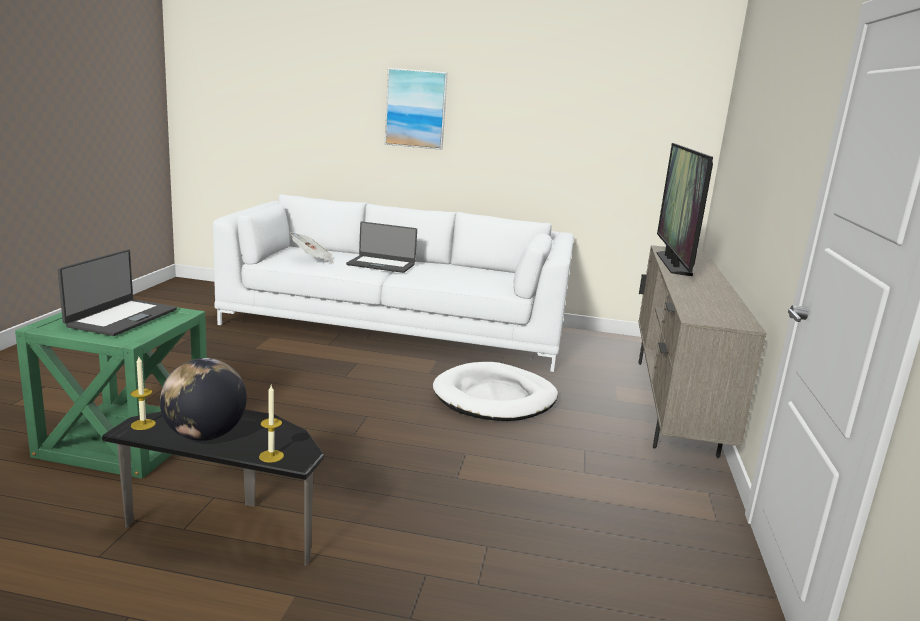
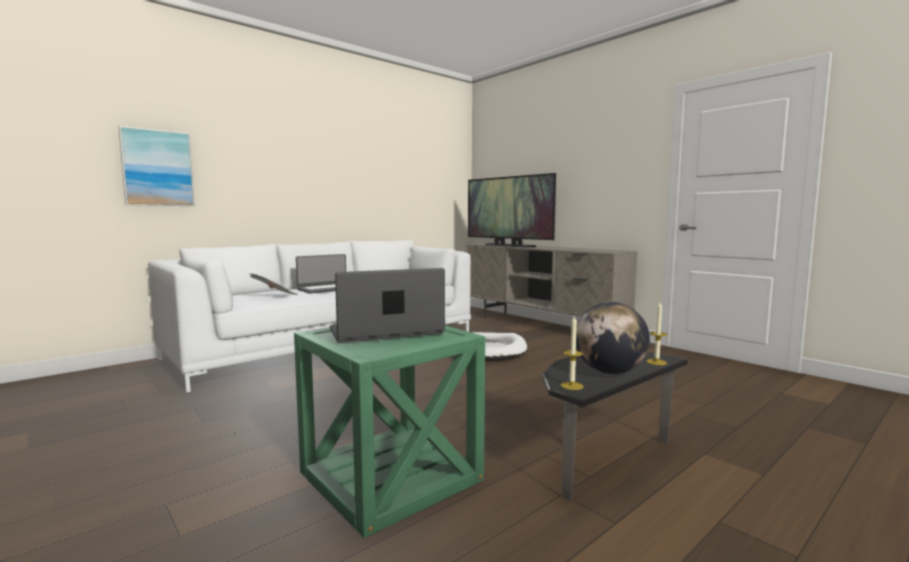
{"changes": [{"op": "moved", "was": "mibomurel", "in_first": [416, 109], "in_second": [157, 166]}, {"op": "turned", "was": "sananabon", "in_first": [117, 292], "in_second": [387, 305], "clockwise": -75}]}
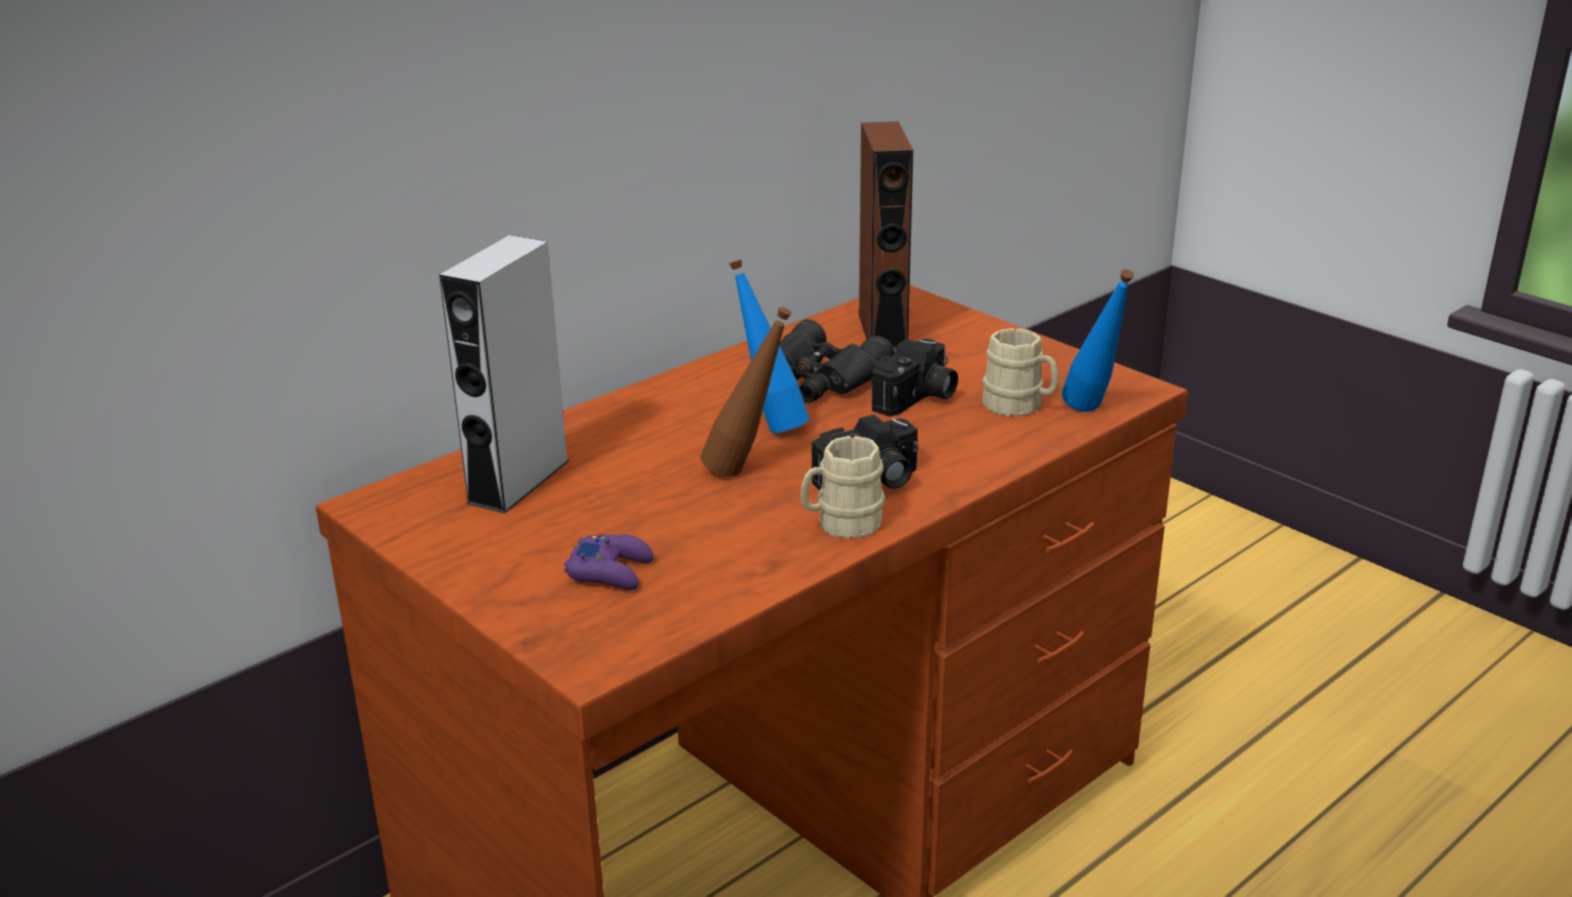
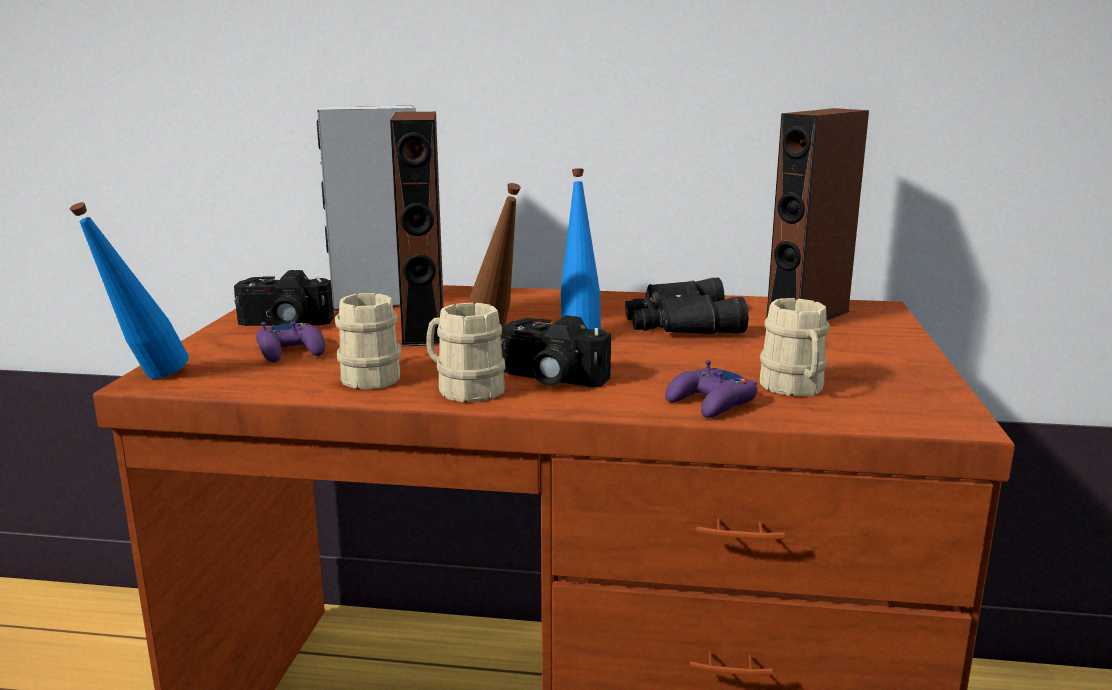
{"changes": [{"op": "moved", "was": "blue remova", "in_first": [1098, 340], "in_second": [129, 290]}, {"op": "moved", "was": "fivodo", "in_first": [915, 378], "in_second": [284, 298]}, {"op": "added", "now": "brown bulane", "in_second": [417, 229]}, {"op": "added", "now": "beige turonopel", "in_second": [368, 341]}, {"op": "added", "now": "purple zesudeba", "in_second": [711, 389]}]}
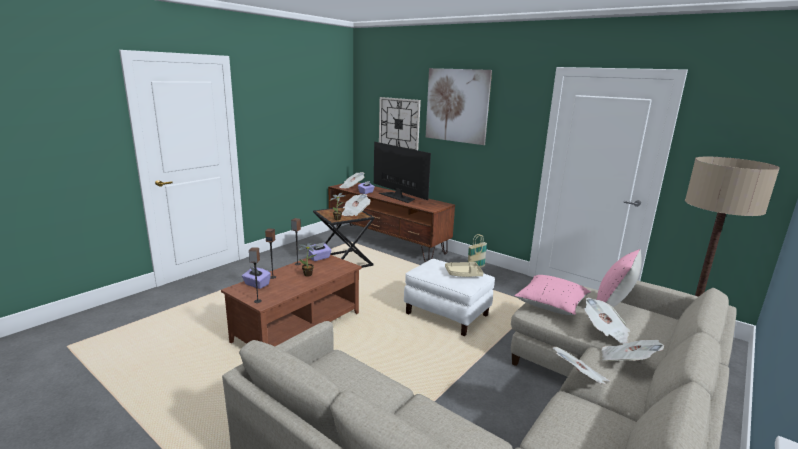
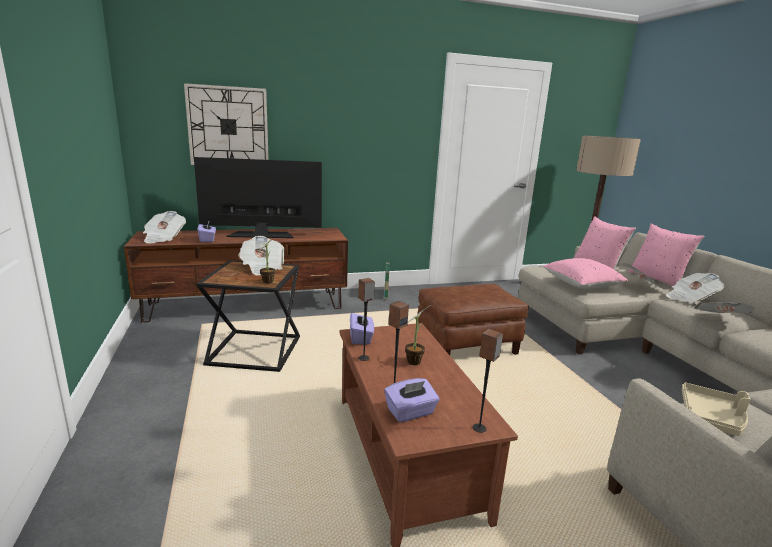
{"changes": [{"op": "removed", "was": "mibomurel", "in_first": [459, 106]}, {"op": "recoloured", "was": "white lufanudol", "now": "brown lufanudol", "in_first": [449, 297], "in_second": [473, 319]}, {"op": "moved", "was": "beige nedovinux", "in_first": [464, 269], "in_second": [716, 409]}, {"op": "added", "now": "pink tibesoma", "in_second": [666, 255]}]}
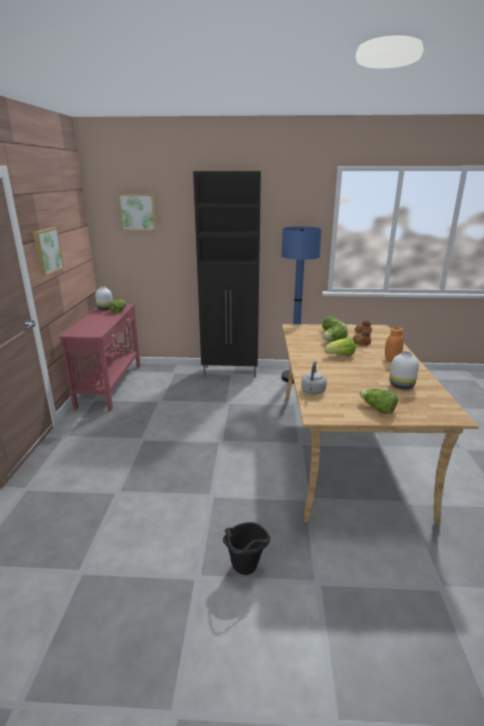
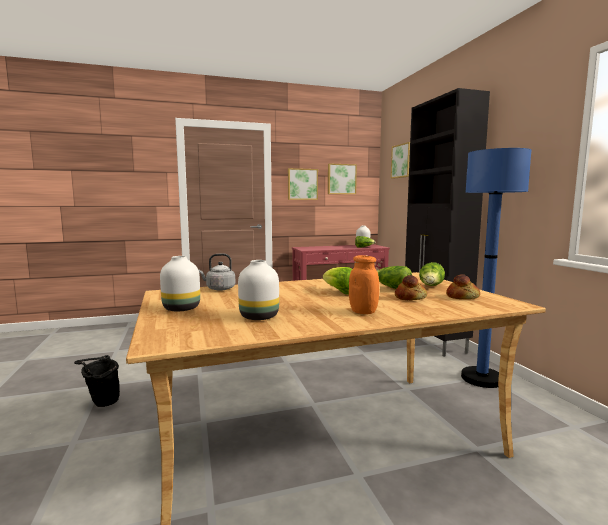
{"changes": [{"op": "replaced", "was": "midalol", "now": "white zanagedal", "in_first": [378, 401], "in_second": [180, 283]}, {"op": "added", "now": "mibomurel", "in_second": [342, 178]}]}
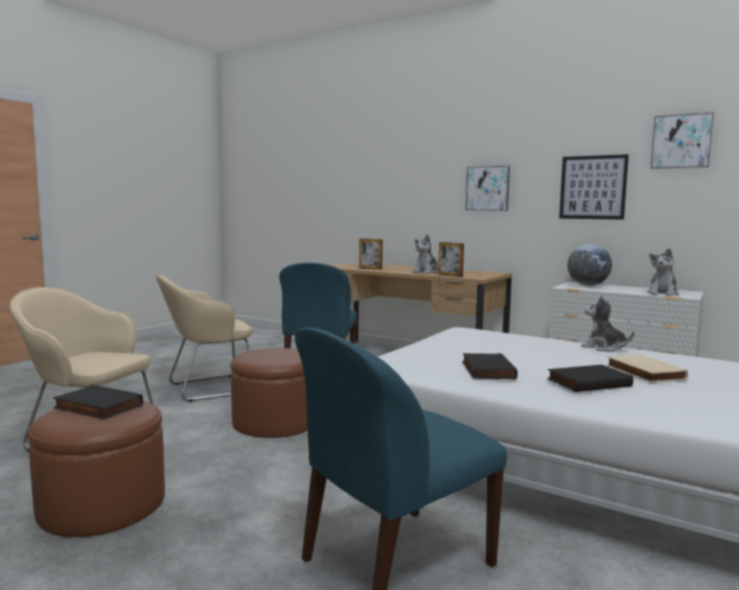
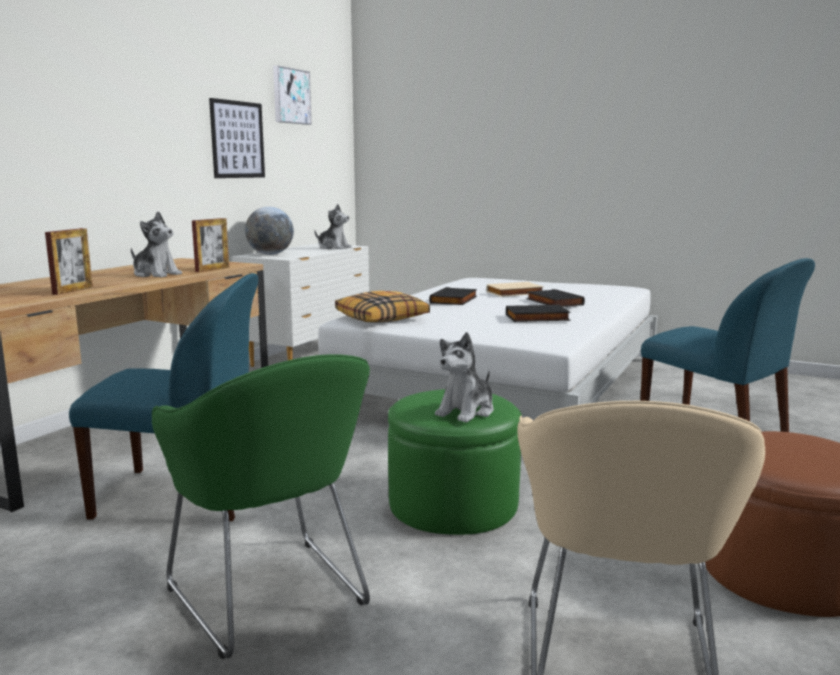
{"changes": [{"op": "removed", "was": "mibomurel", "in_first": [488, 188]}, {"op": "recoloured", "was": "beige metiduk", "now": "green metiduk", "in_first": [204, 338], "in_second": [261, 506]}, {"op": "moved", "was": "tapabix", "in_first": [607, 324], "in_second": [464, 377]}, {"op": "recoloured", "was": "brown lufanudol", "now": "green lufanudol", "in_first": [269, 393], "in_second": [455, 462]}, {"op": "moved", "was": "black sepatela", "in_first": [98, 402], "in_second": [453, 296]}, {"op": "added", "now": "tibesoma", "in_second": [382, 307]}]}
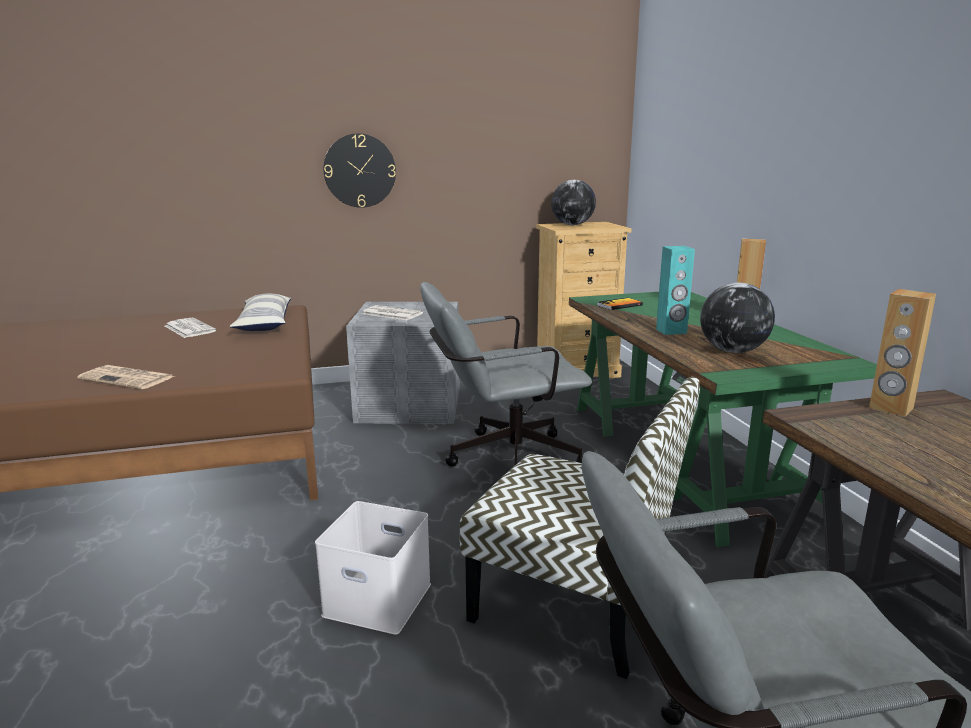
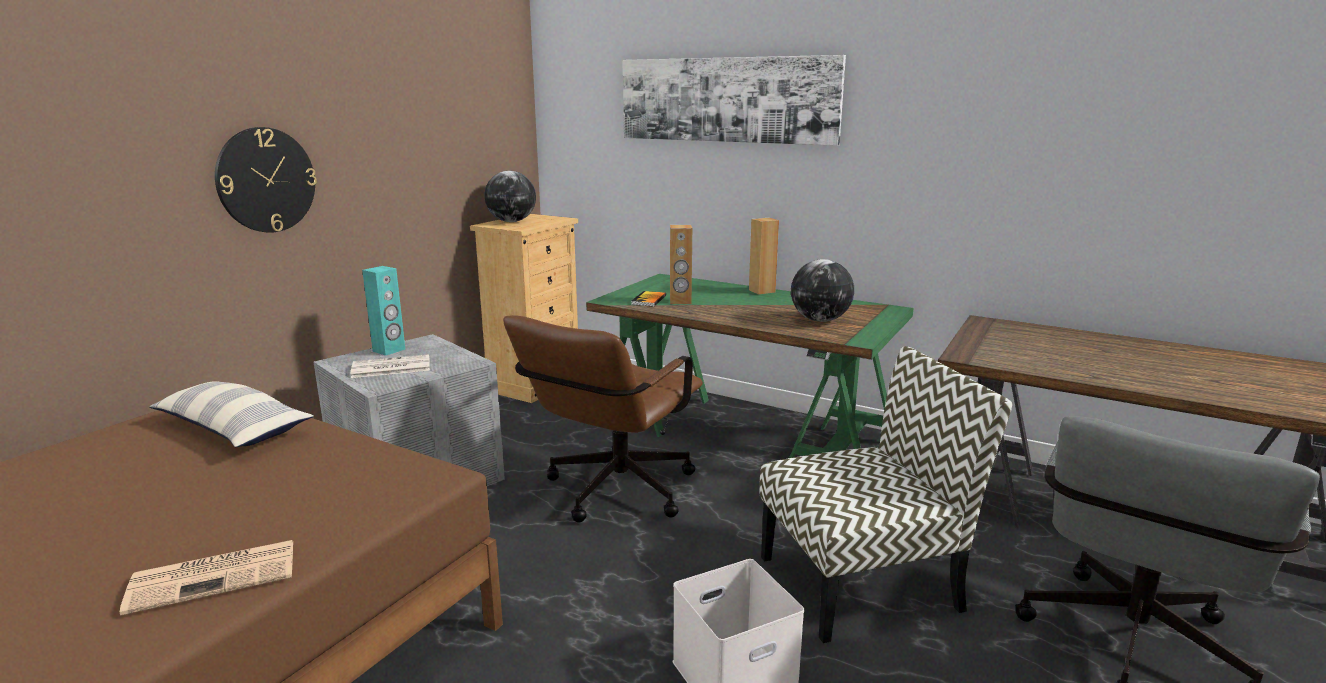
{"changes": [{"op": "moved", "was": "turquoise bulane", "in_first": [675, 290], "in_second": [383, 311]}, {"op": "recoloured", "was": "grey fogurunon", "now": "brown fogurunon", "in_first": [506, 374], "in_second": [603, 419]}, {"op": "moved", "was": "brown bulane", "in_first": [902, 353], "in_second": [681, 264]}, {"op": "removed", "was": "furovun", "in_first": [190, 328]}, {"op": "added", "now": "mibomurel", "in_second": [734, 100]}]}
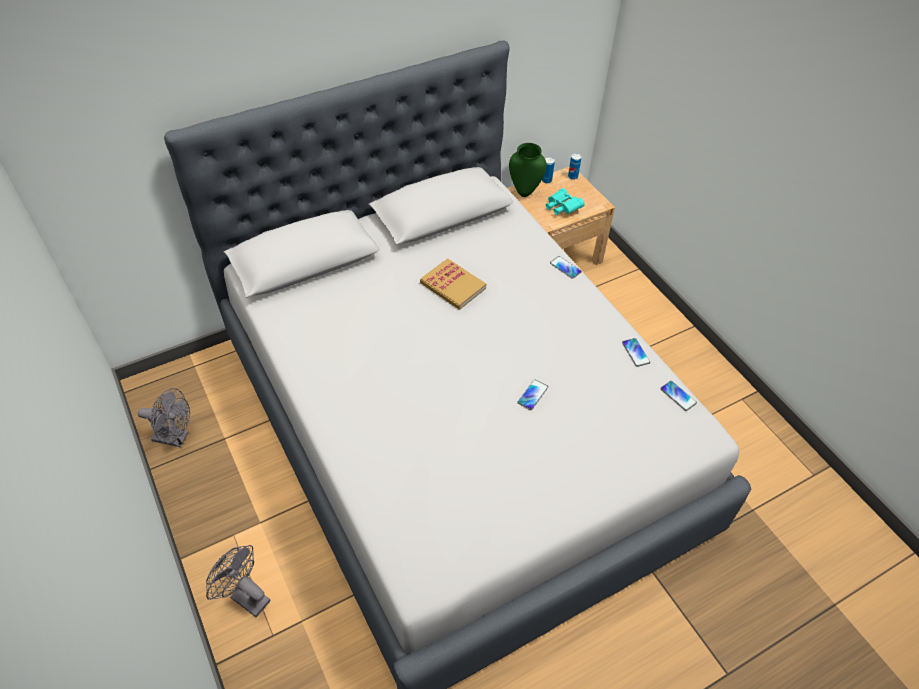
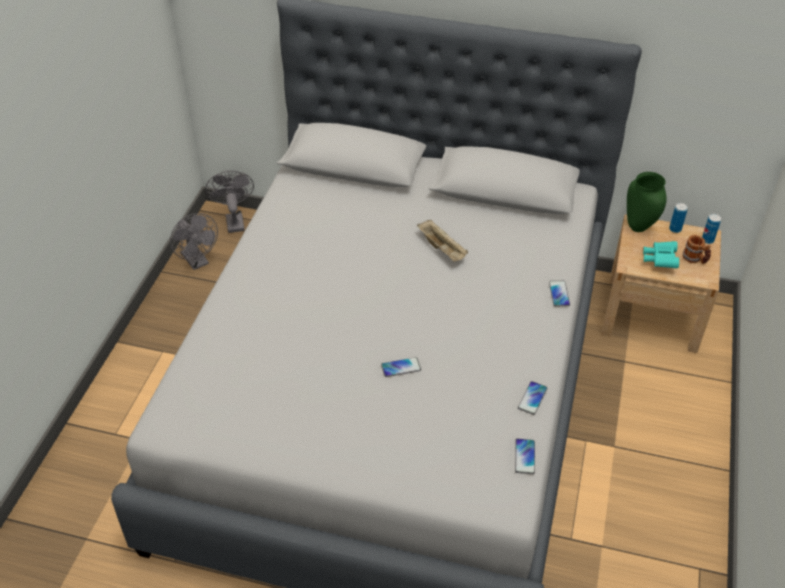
{"changes": [{"op": "replaced", "was": "sepatela", "now": "beige nedovinux", "in_first": [453, 284], "in_second": [442, 241]}, {"op": "moved", "was": "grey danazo", "in_first": [238, 581], "in_second": [229, 202]}, {"op": "added", "now": "turonopel", "in_second": [697, 249]}]}
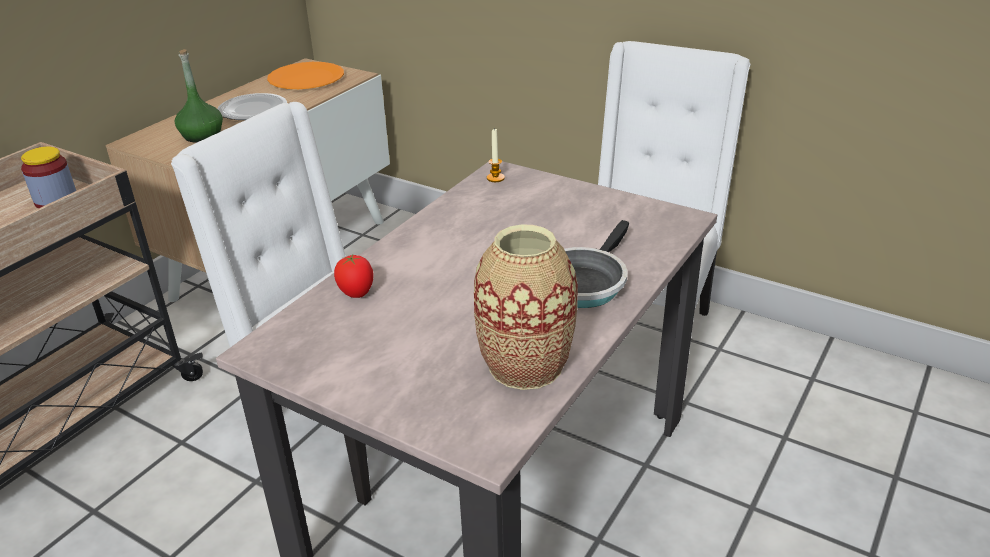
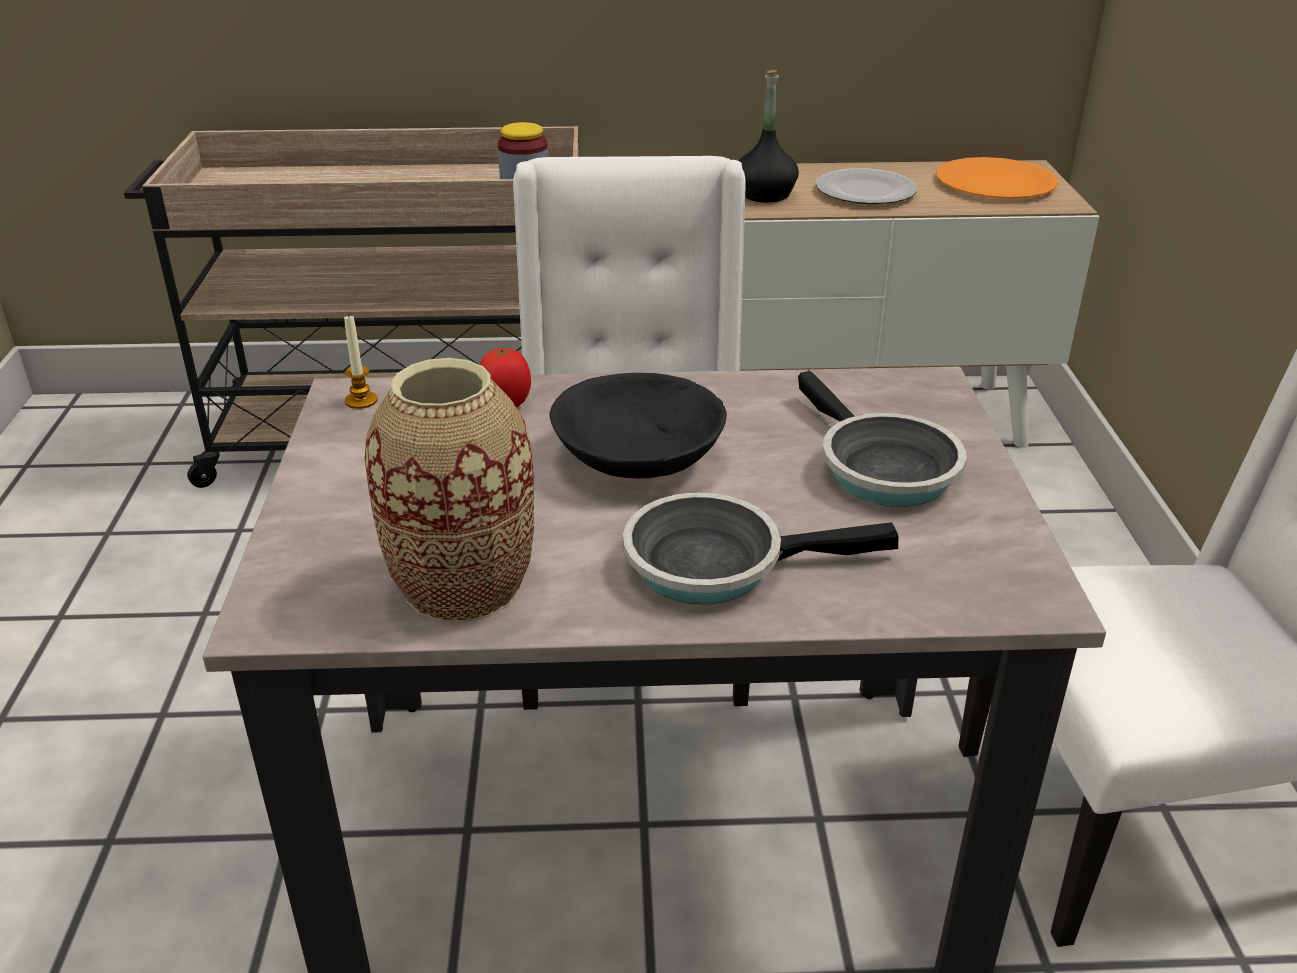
{"changes": [{"op": "recoloured", "was": "green remova", "now": "black remova", "in_first": [199, 96], "in_second": [769, 136]}, {"op": "moved", "was": "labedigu", "in_first": [496, 155], "in_second": [361, 361]}, {"op": "added", "now": "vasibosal", "in_second": [882, 439]}, {"op": "added", "now": "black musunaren", "in_second": [638, 425]}]}
